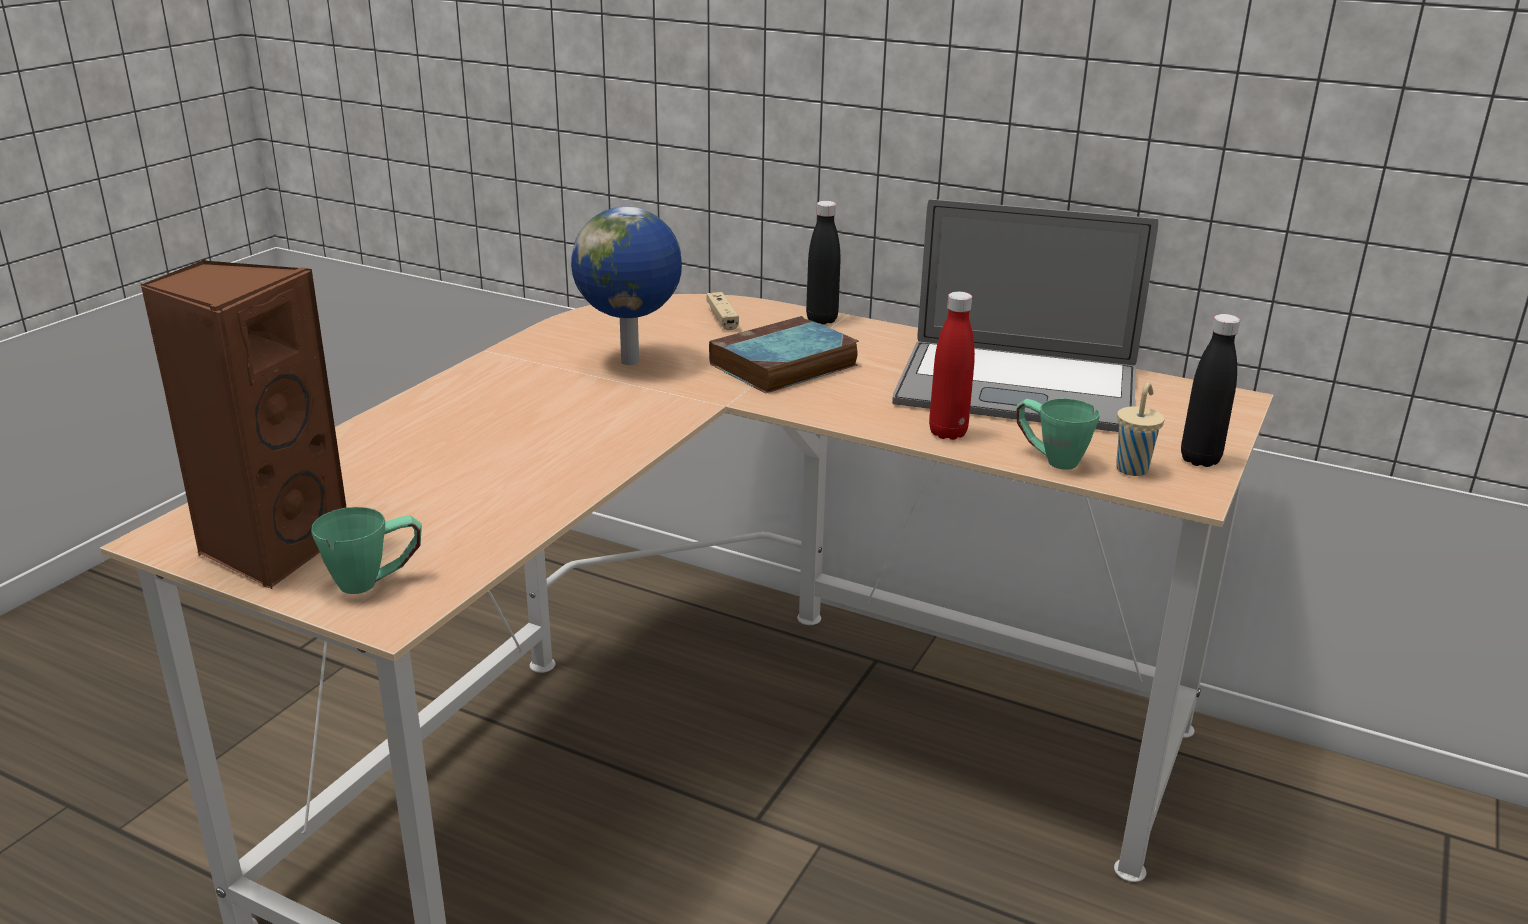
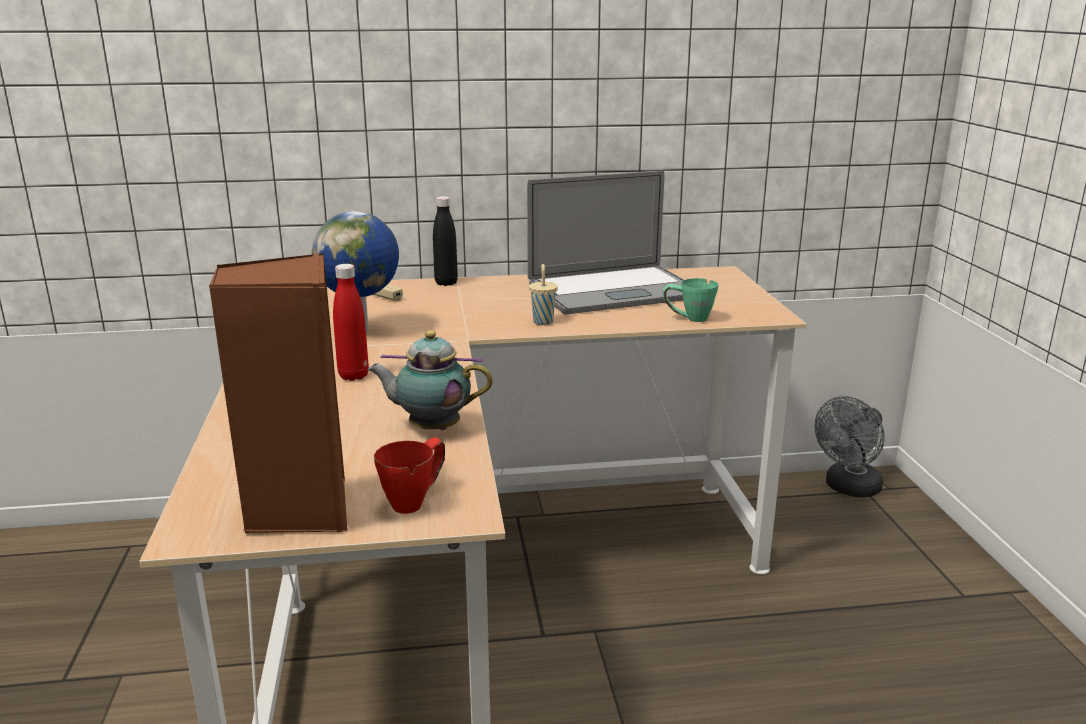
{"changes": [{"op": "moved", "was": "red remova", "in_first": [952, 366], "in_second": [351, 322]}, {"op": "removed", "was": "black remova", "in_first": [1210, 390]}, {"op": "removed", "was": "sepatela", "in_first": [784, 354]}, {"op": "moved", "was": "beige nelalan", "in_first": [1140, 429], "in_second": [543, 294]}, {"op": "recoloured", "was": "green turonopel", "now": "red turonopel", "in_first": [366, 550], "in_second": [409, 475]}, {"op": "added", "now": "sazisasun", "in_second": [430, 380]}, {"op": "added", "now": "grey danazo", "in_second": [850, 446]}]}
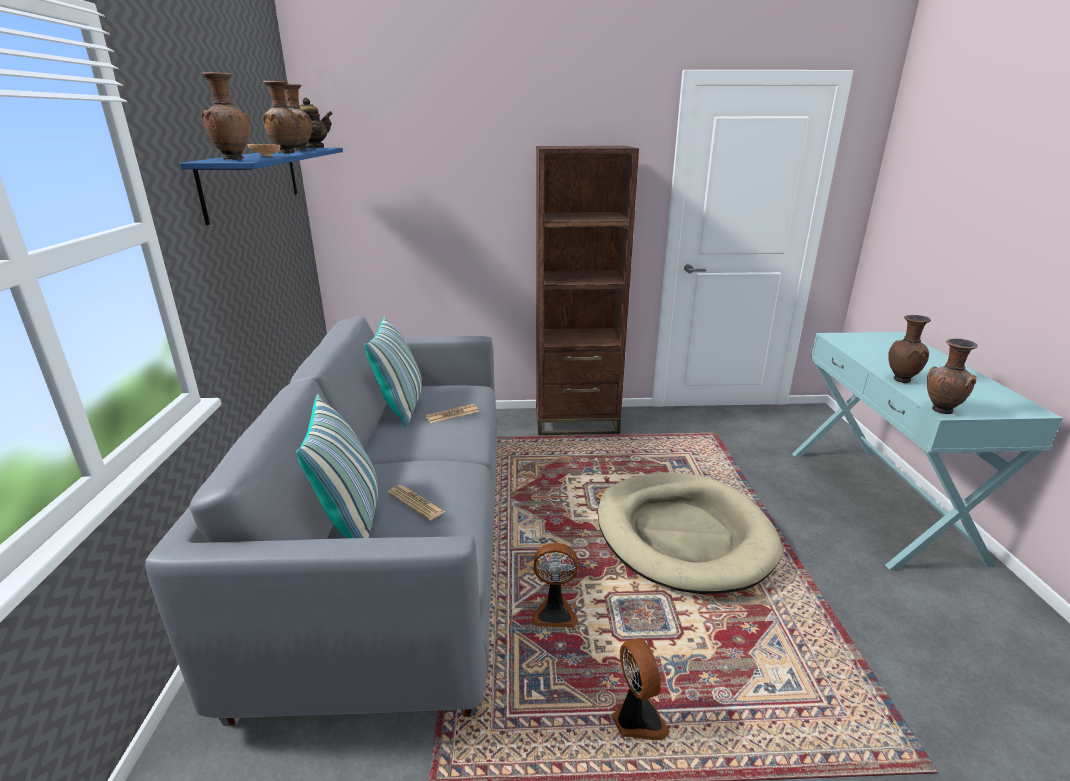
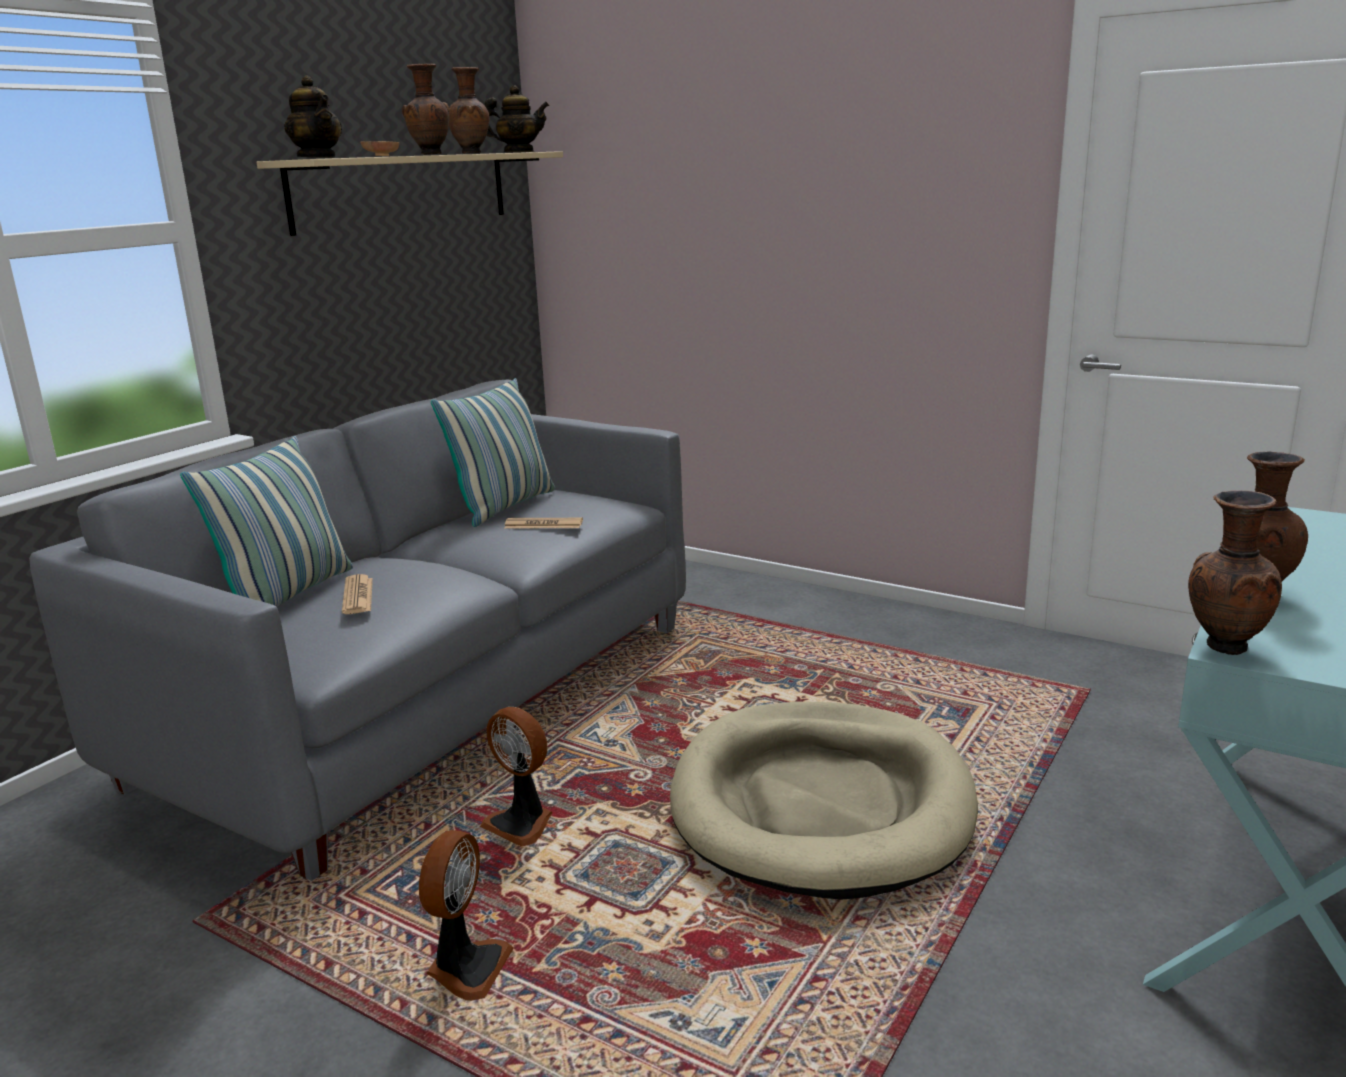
{"changes": [{"op": "replaced", "was": "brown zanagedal", "now": "sazisasun", "in_first": [225, 116], "in_second": [313, 116]}, {"op": "removed", "was": "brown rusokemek", "in_first": [587, 290]}, {"op": "recoloured", "was": "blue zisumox", "now": "beige zisumox", "in_first": [261, 186], "in_second": [410, 193]}]}
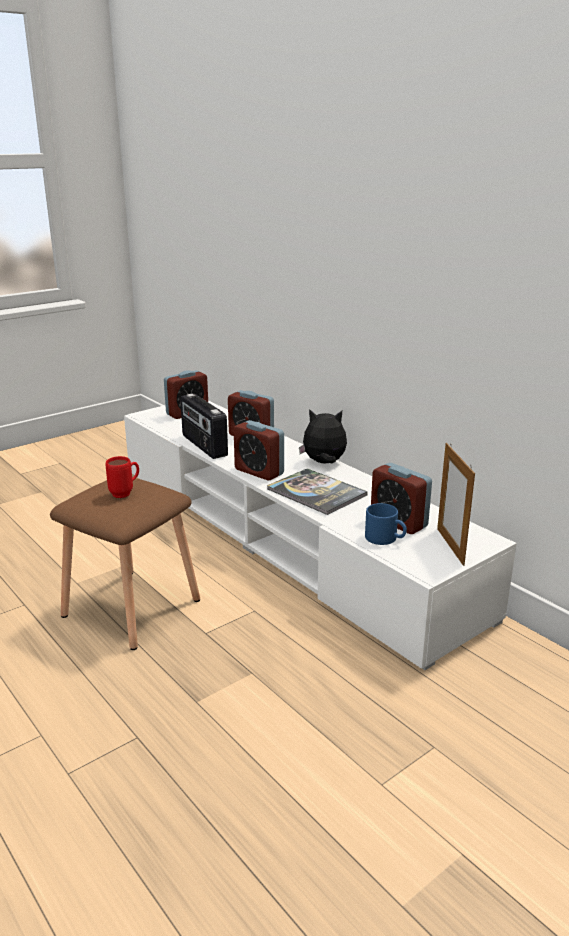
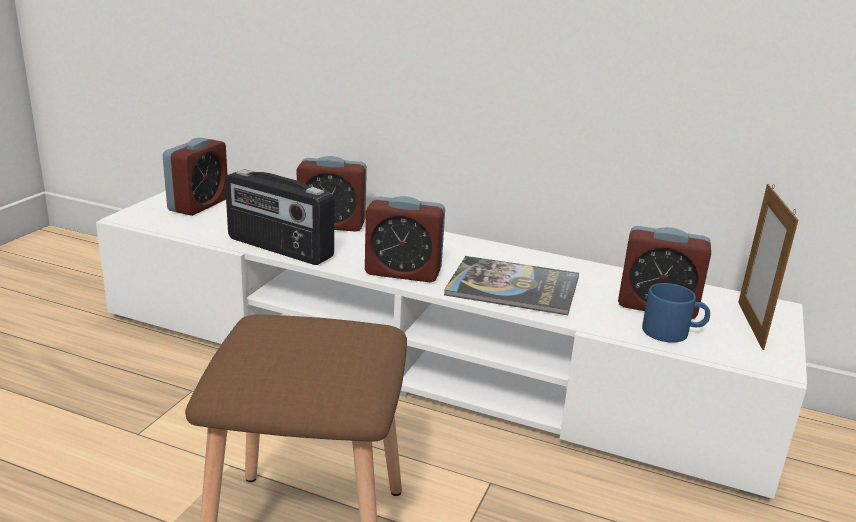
{"changes": [{"op": "removed", "was": "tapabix", "in_first": [323, 436]}, {"op": "turned", "was": "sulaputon", "in_first": [456, 504], "in_second": [768, 267], "clockwise": 45}, {"op": "removed", "was": "red turonopel", "in_first": [122, 477]}]}
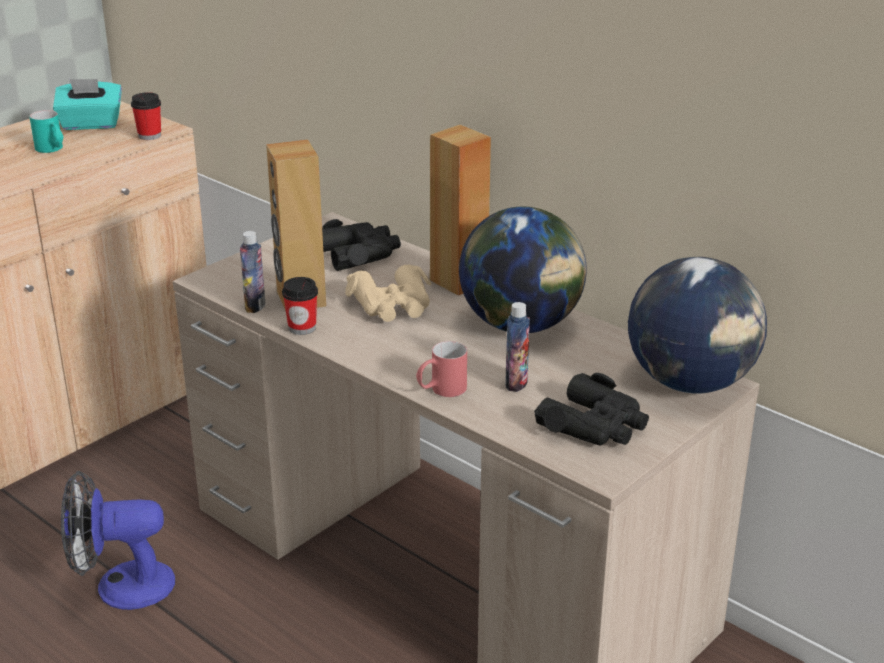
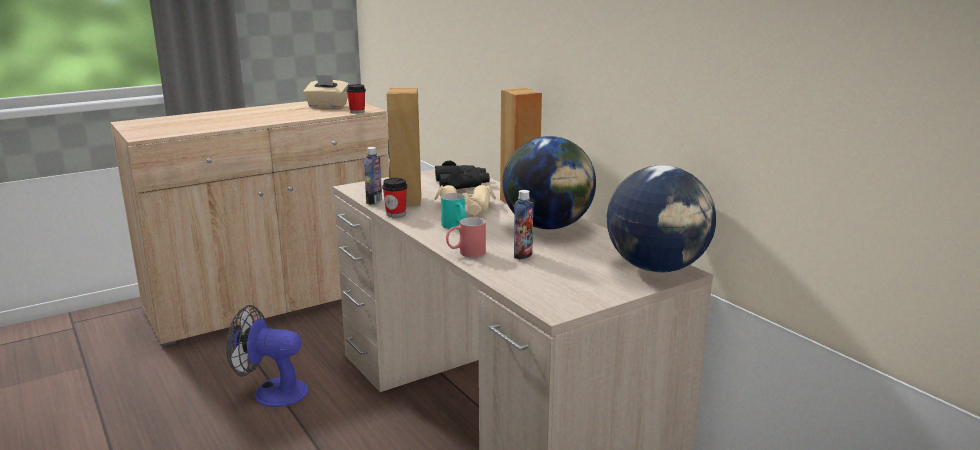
{"changes": [{"op": "recoloured", "was": "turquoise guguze", "now": "beige guguze", "in_first": [87, 104], "in_second": [326, 91]}, {"op": "moved", "was": "turquoise turonopel", "in_first": [46, 131], "in_second": [454, 211]}, {"op": "removed", "was": "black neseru", "in_first": [591, 409]}]}
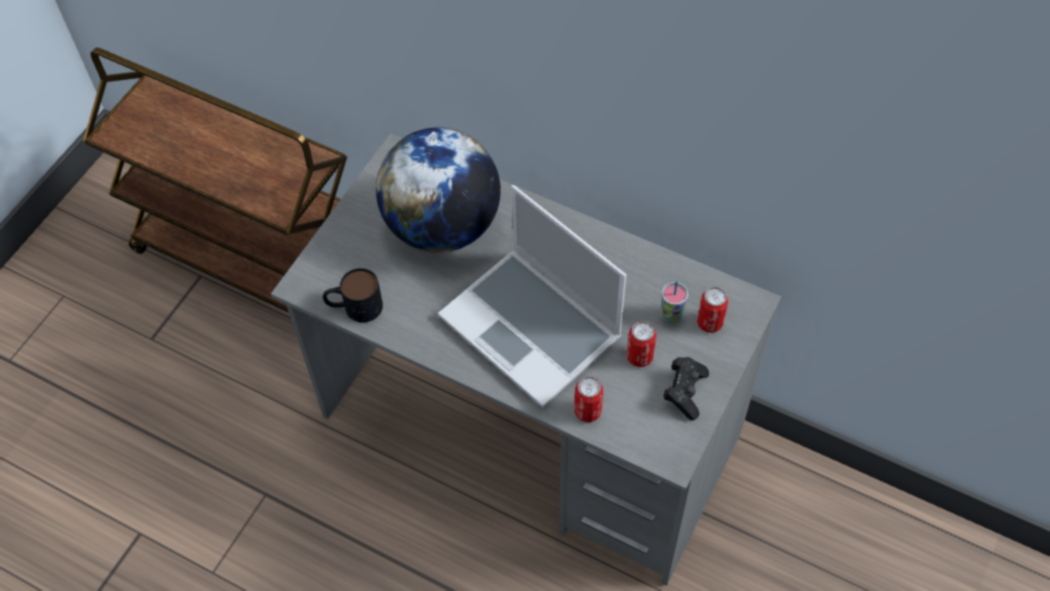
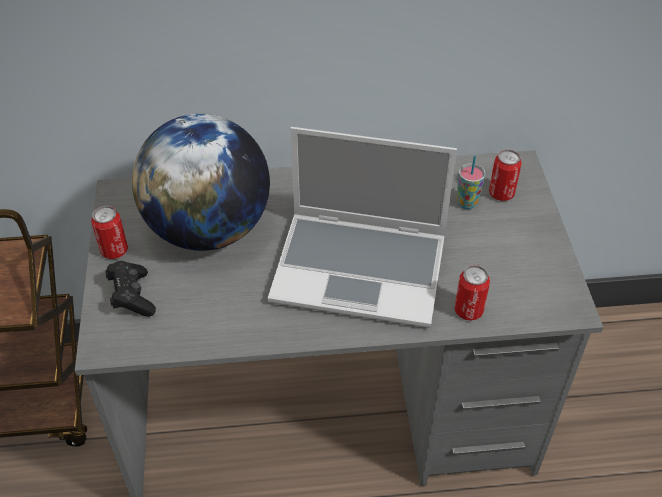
{"changes": [{"op": "removed", "was": "turonopel", "in_first": [353, 295]}, {"op": "moved", "was": "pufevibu", "in_first": [641, 344], "in_second": [109, 232]}, {"op": "moved", "was": "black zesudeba", "in_first": [686, 388], "in_second": [131, 289]}]}
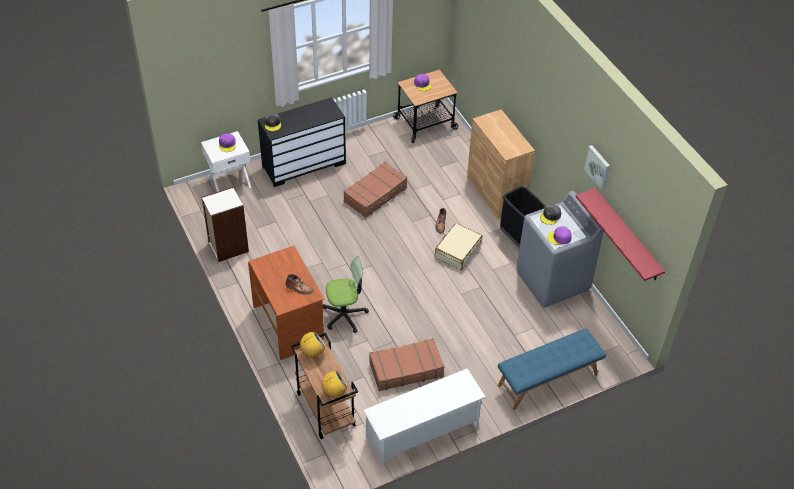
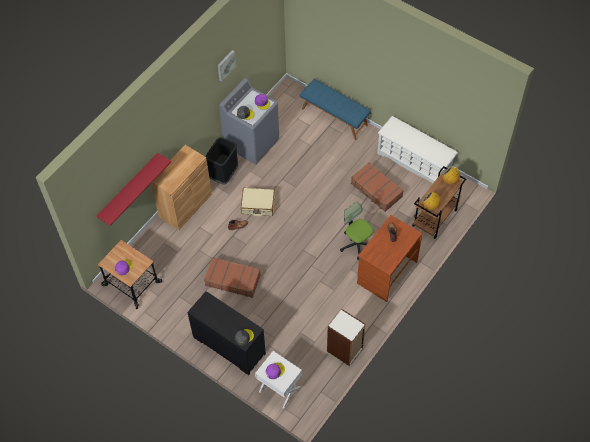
{"changes": [{"op": "moved", "was": "red zisumox", "in_first": [620, 234], "in_second": [133, 189]}]}
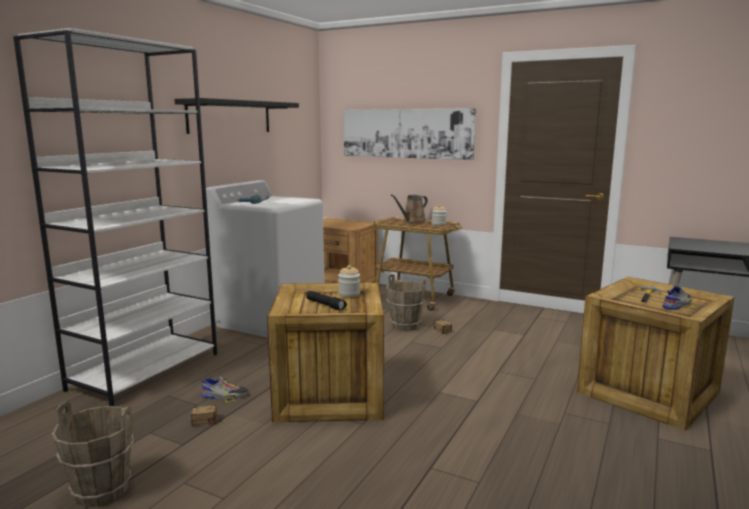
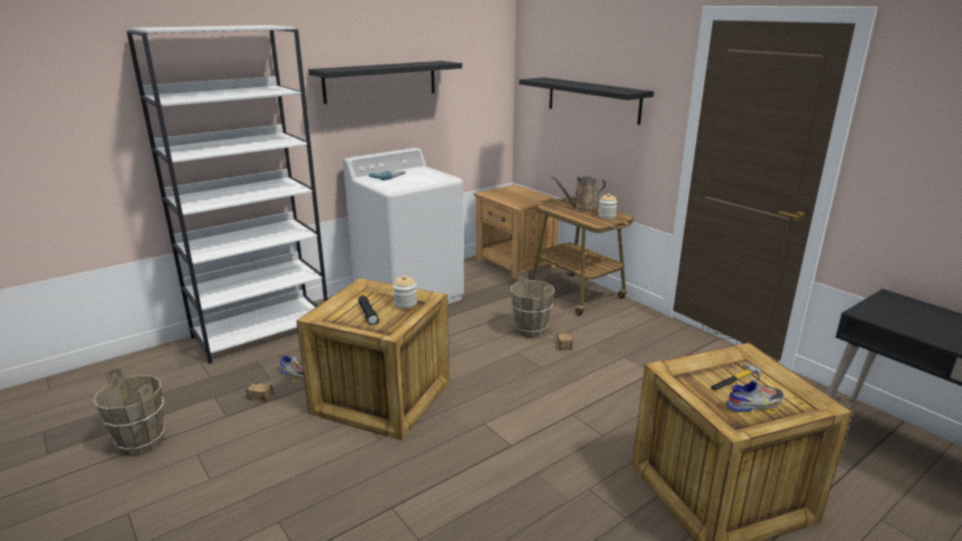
{"changes": [{"op": "replaced", "was": "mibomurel", "now": "black zisumox", "in_first": [410, 134], "in_second": [586, 101]}]}
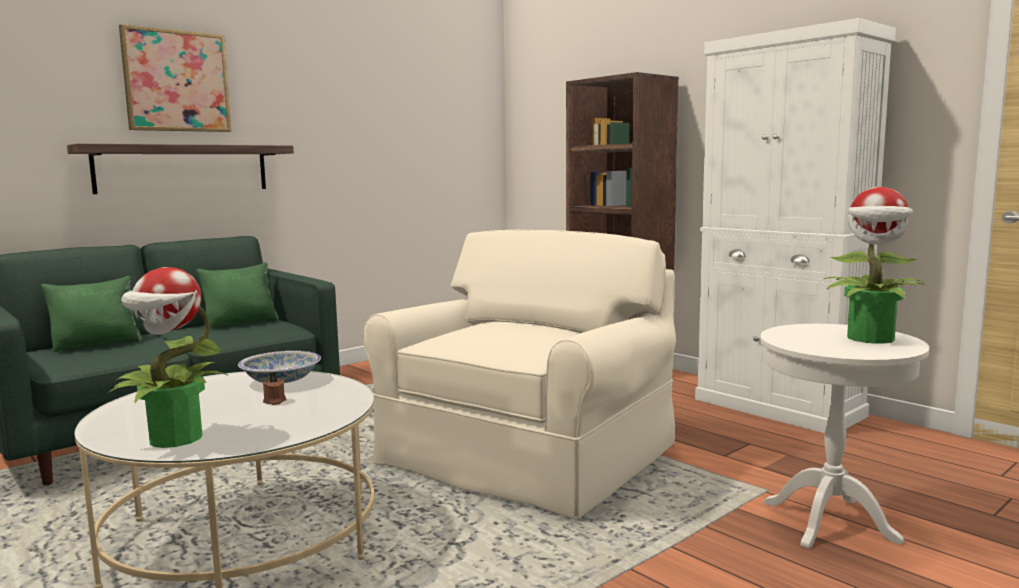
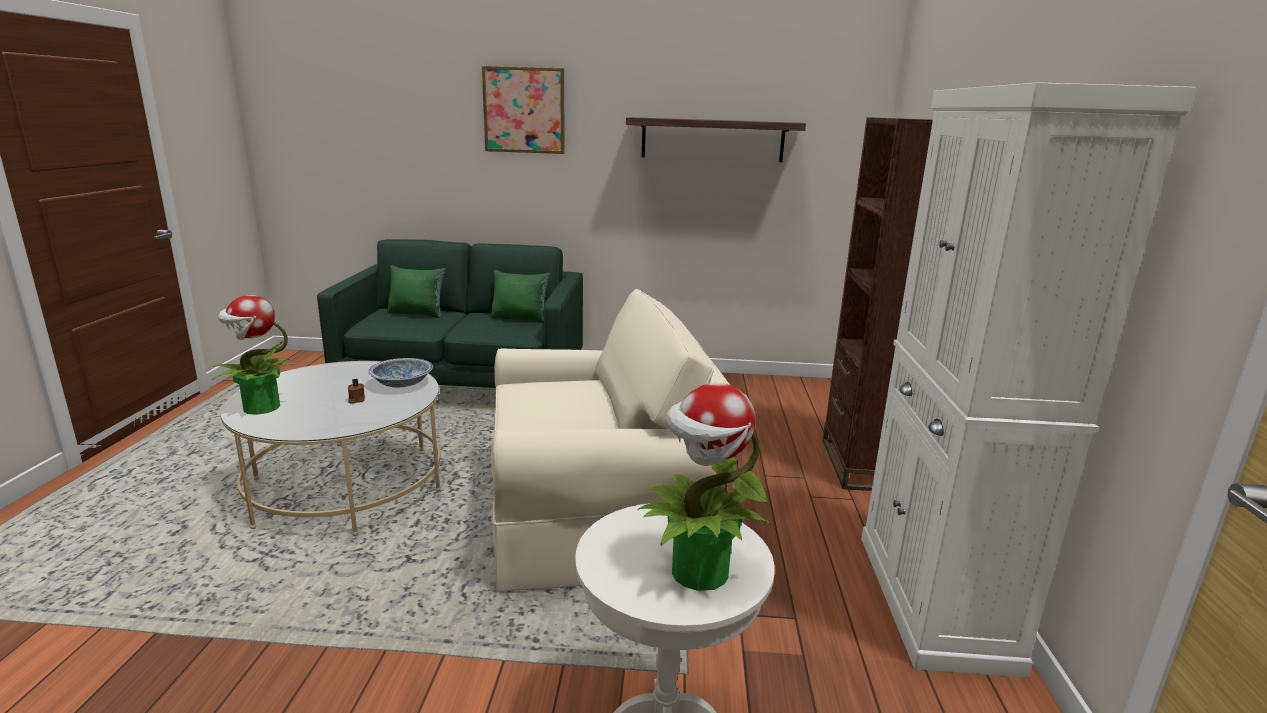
{"changes": [{"op": "moved", "was": "zisumox", "in_first": [180, 169], "in_second": [716, 139]}]}
